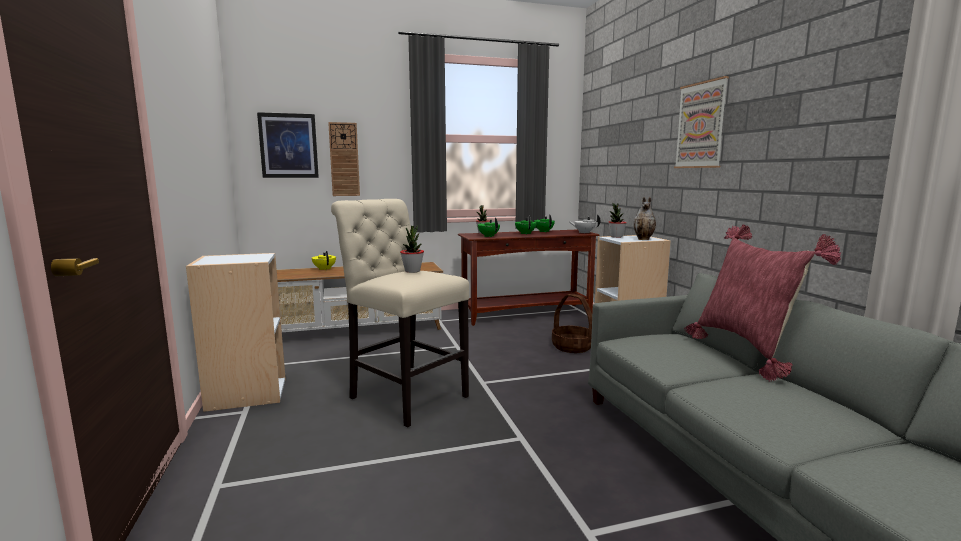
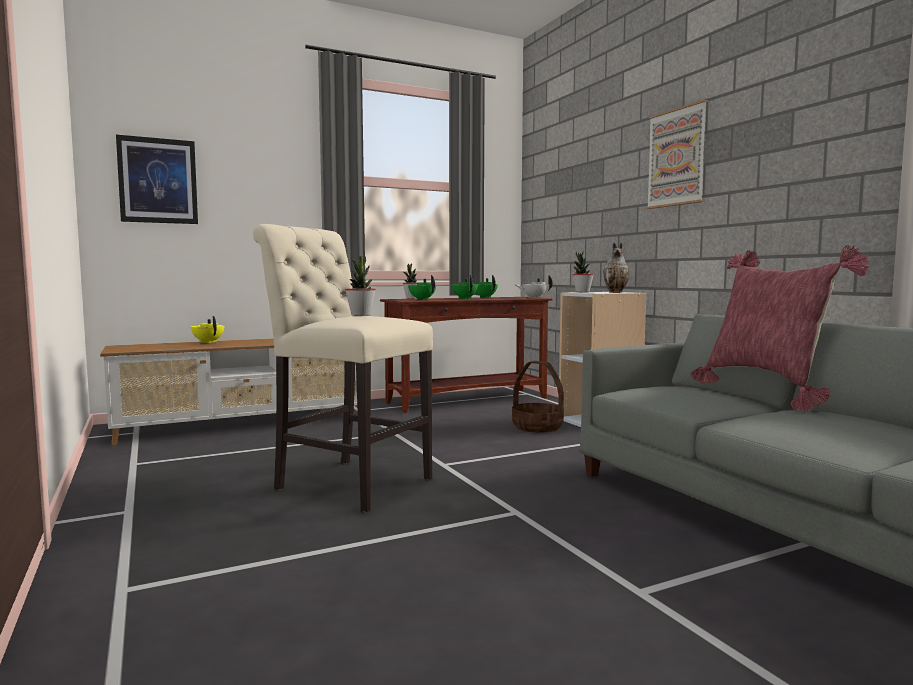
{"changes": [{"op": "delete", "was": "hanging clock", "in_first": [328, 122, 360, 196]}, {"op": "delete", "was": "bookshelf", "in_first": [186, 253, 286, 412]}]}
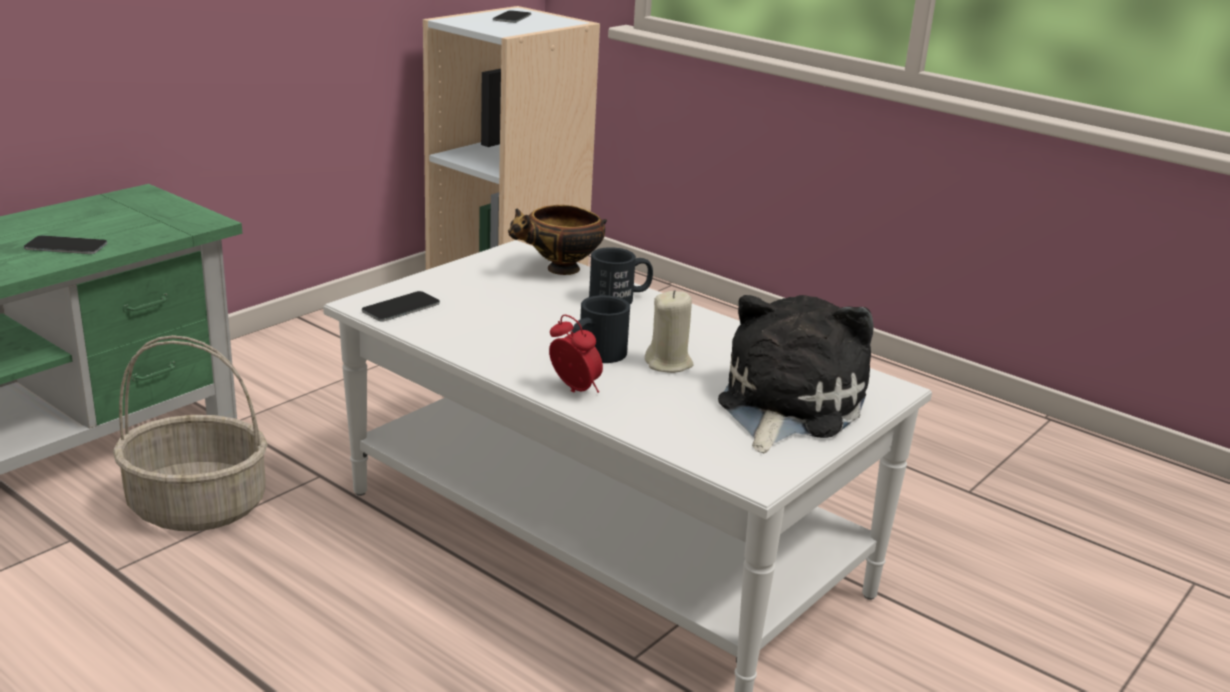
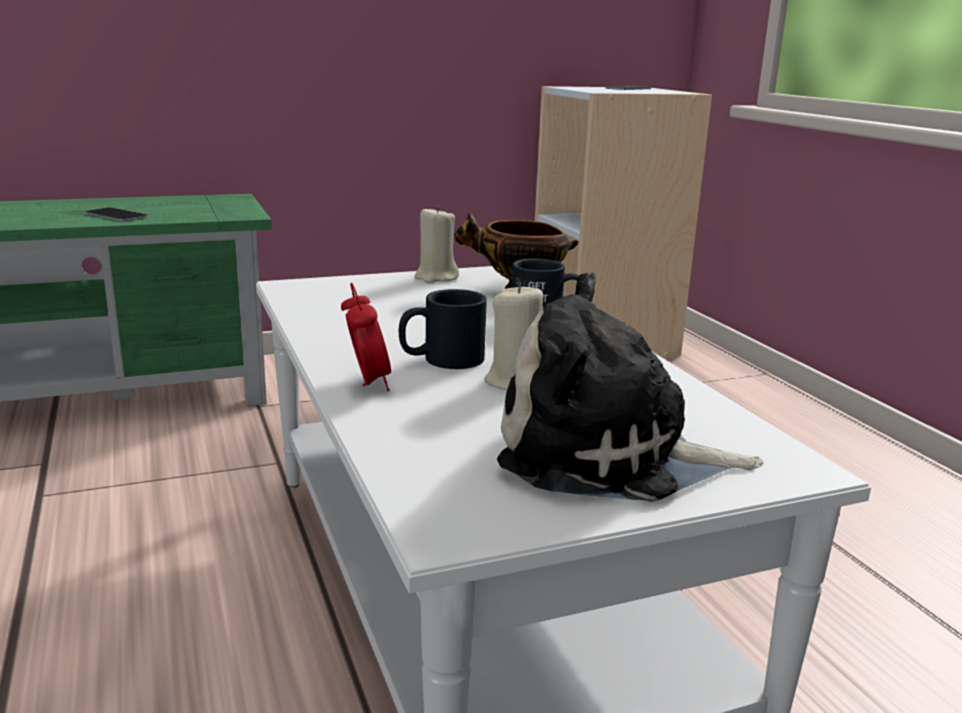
{"changes": [{"op": "delete", "was": "telephone", "in_first": [362, 291, 440, 322]}, {"op": "rotate", "was": "plush toy", "in_first": [718, 295, 874, 453], "in_second": [497, 272, 764, 502], "clockwise": -135}, {"op": "delete", "was": "basket", "in_first": [113, 335, 268, 531]}, {"op": "insert", "now": "sand-coloured wax light", "in_second": [415, 206, 459, 283]}]}
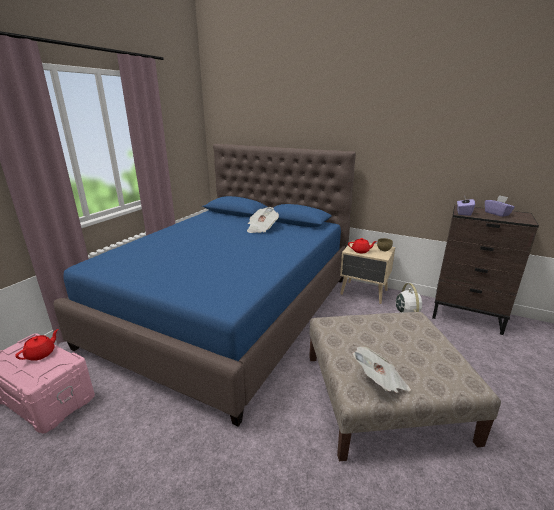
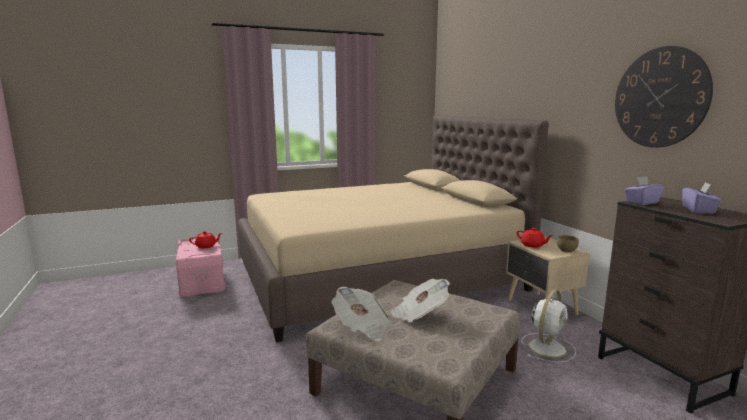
{"changes": [{"op": "recolor", "was": "bluish bed", "now": "sand-coloured bed", "in_first": [53, 144, 356, 427], "in_second": [238, 115, 549, 342]}, {"op": "move", "was": "daily paper", "in_first": [247, 207, 279, 233], "in_second": [390, 279, 450, 323]}, {"op": "insert", "now": "hanging clock", "in_second": [615, 46, 713, 148]}]}
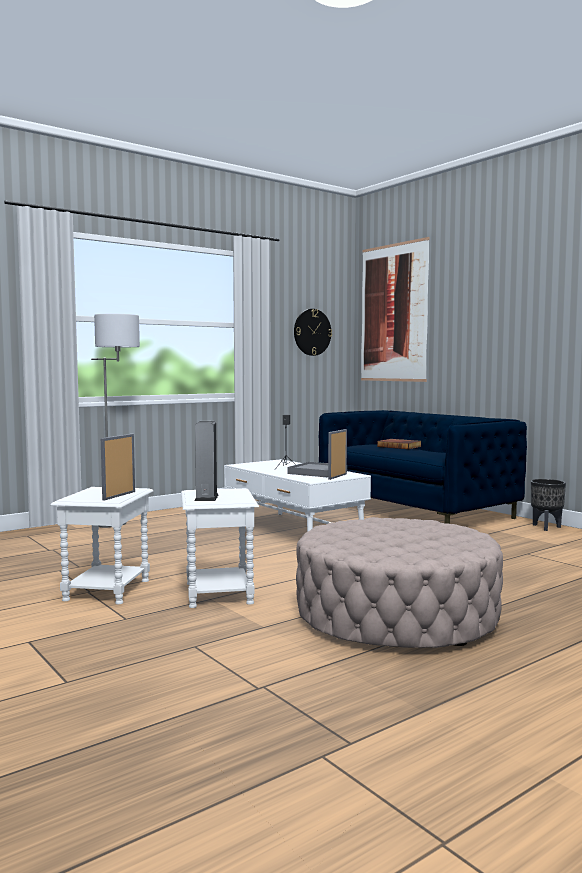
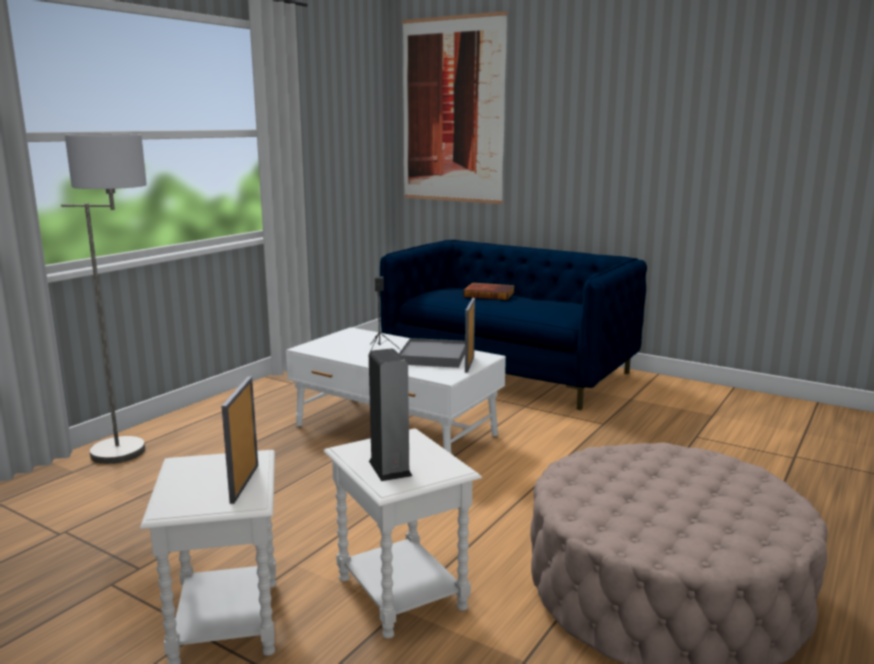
{"changes": [{"op": "delete", "was": "hanging clock", "in_first": [294, 309, 332, 356]}, {"op": "delete", "was": "blackish plant pot", "in_first": [531, 479, 566, 531]}]}
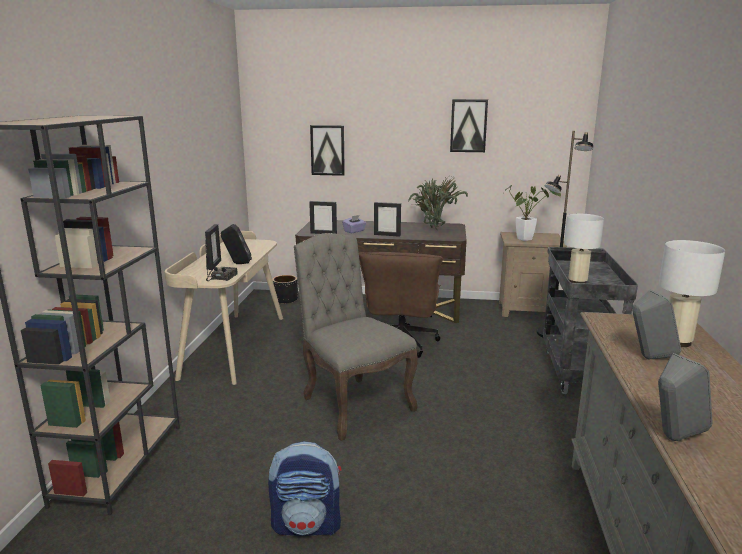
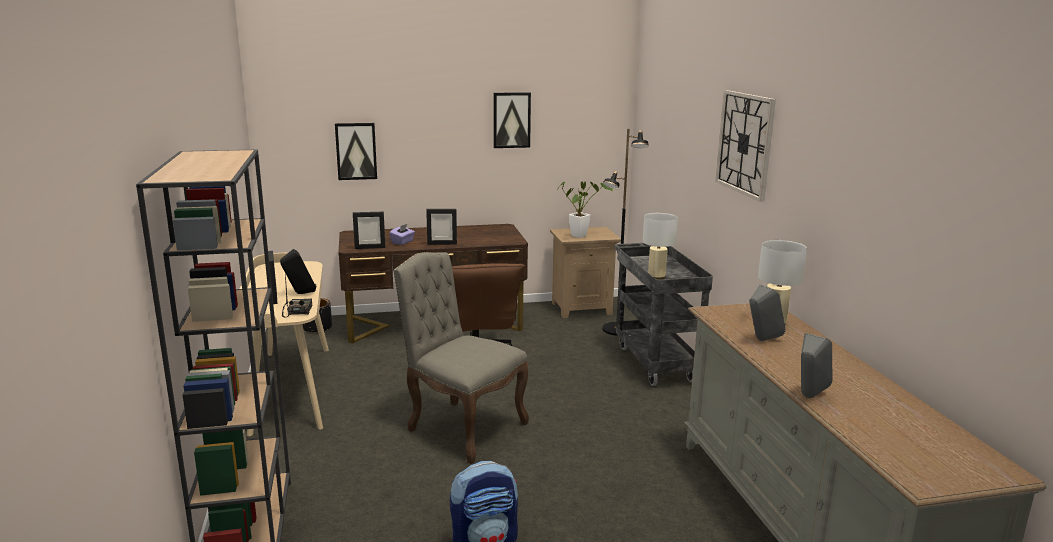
{"changes": [{"op": "delete", "was": "potted plant", "in_first": [408, 177, 468, 230]}, {"op": "insert", "now": "hanging clock", "in_second": [715, 90, 776, 202]}]}
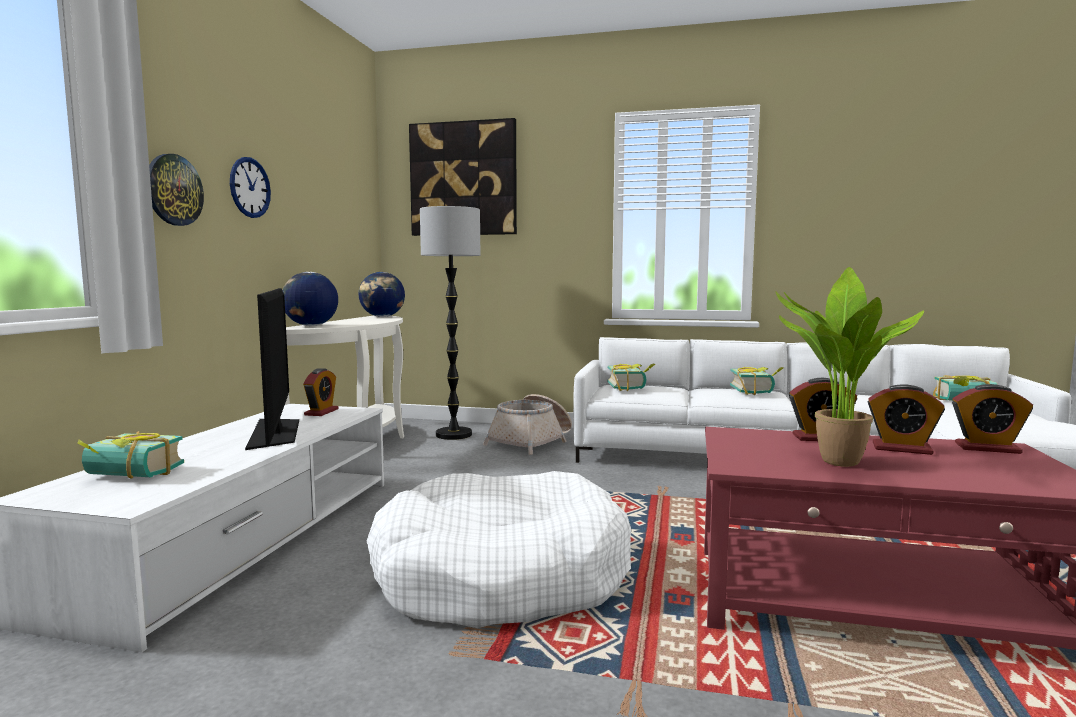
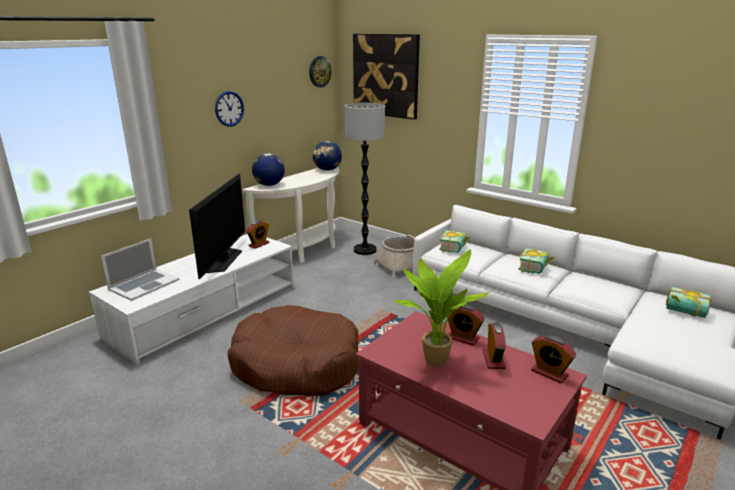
{"changes": [{"op": "move", "was": "hanging clock", "in_first": [149, 154, 204, 226], "in_second": [309, 56, 331, 88]}, {"op": "rotate", "was": "bedside clock", "in_first": [868, 384, 945, 455], "in_second": [483, 323, 506, 369], "clockwise": -135}, {"op": "replace", "was": "volume", "now": "laptop", "in_first": [78, 431, 184, 479], "in_second": [101, 238, 180, 301]}, {"op": "recolor", "was": "whitish dog bed", "now": "brownish dog bed", "in_first": [367, 471, 631, 628], "in_second": [227, 305, 359, 396]}]}
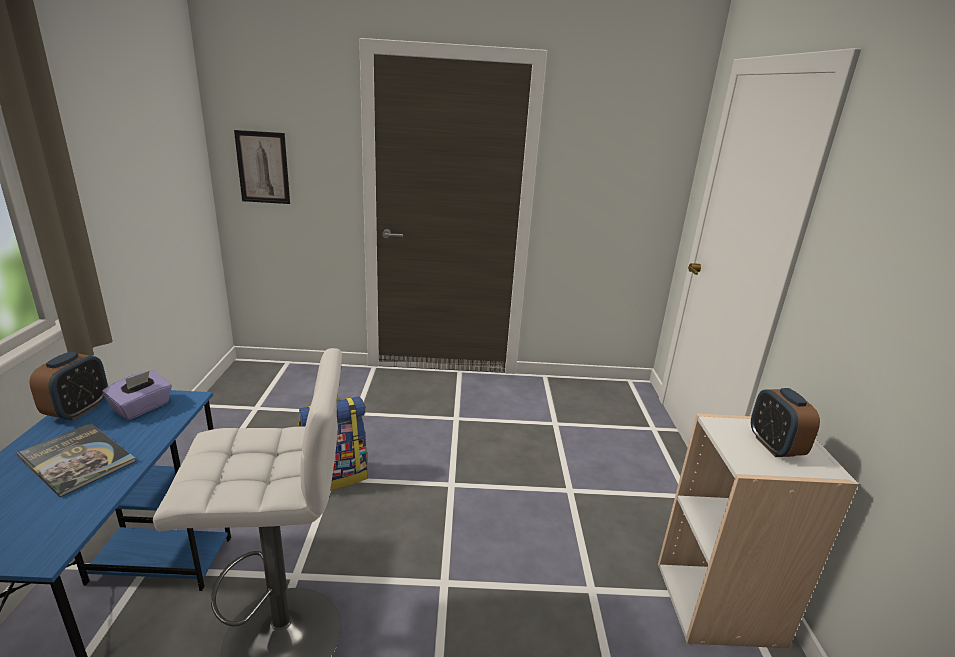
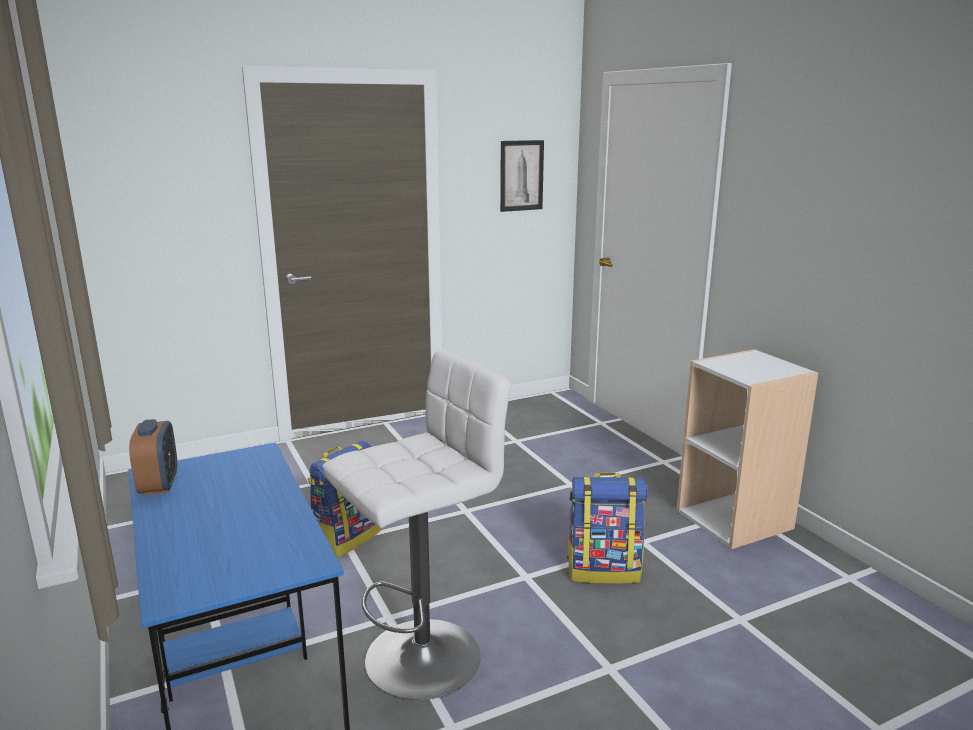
{"changes": [{"op": "move", "was": "wall art", "in_first": [234, 130, 290, 204], "in_second": [500, 140, 544, 212]}, {"op": "delete", "was": "purplish tissue holder", "in_first": [102, 370, 172, 420]}, {"op": "delete", "was": "bedside clock", "in_first": [751, 388, 820, 457]}, {"op": "delete", "was": "volume", "in_first": [16, 423, 136, 497]}, {"op": "insert", "now": "knapsack", "in_second": [567, 472, 648, 584]}]}
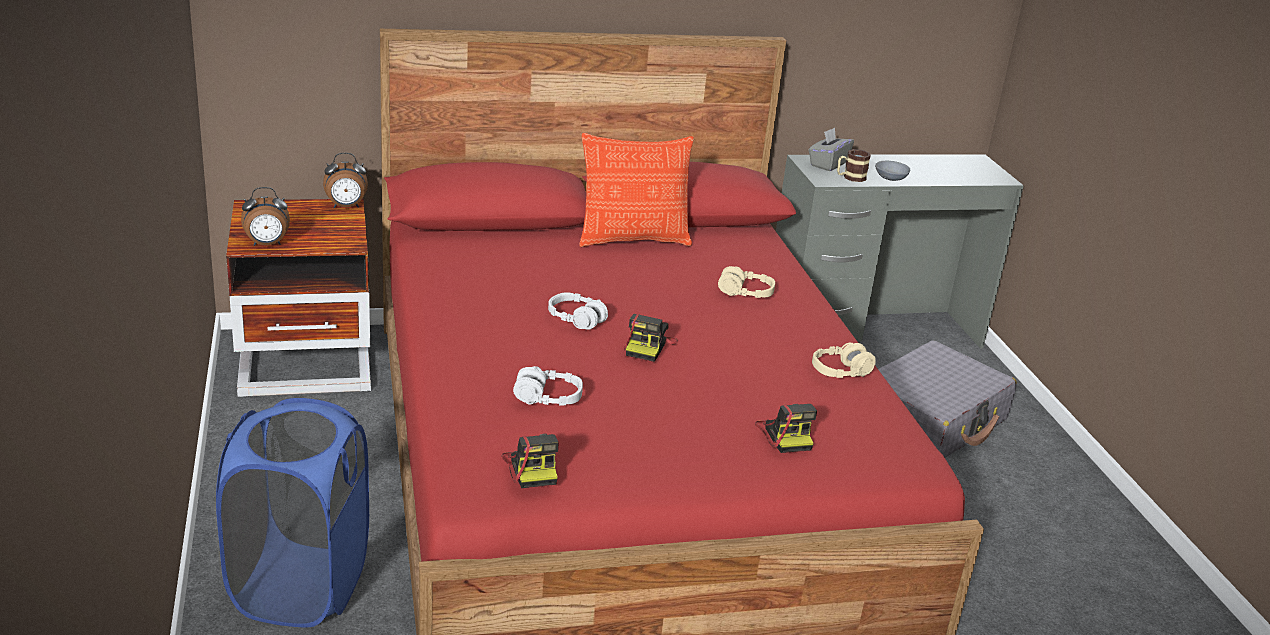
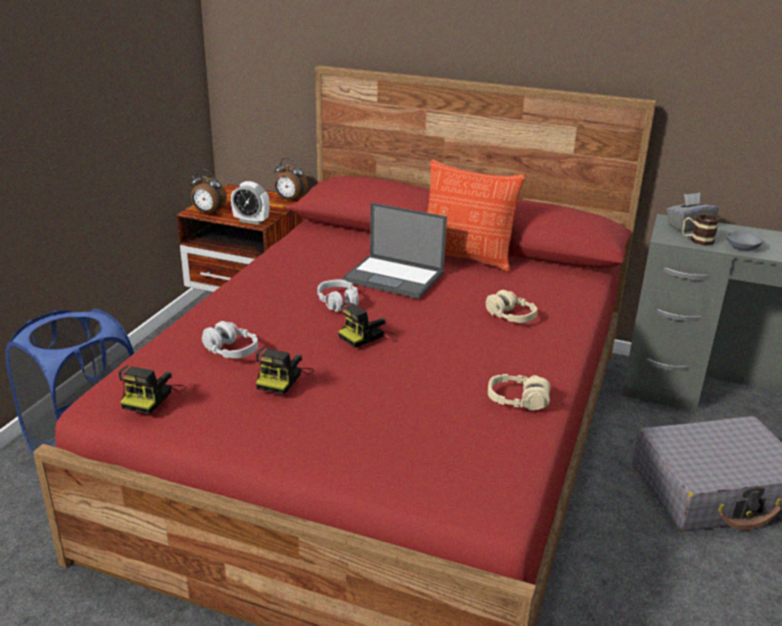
{"changes": [{"op": "move", "was": "photo camera", "in_first": [755, 404, 817, 453], "in_second": [256, 348, 314, 395]}, {"op": "insert", "now": "bedside clock", "in_second": [231, 181, 270, 225]}, {"op": "insert", "now": "laptop", "in_second": [342, 202, 447, 299]}]}
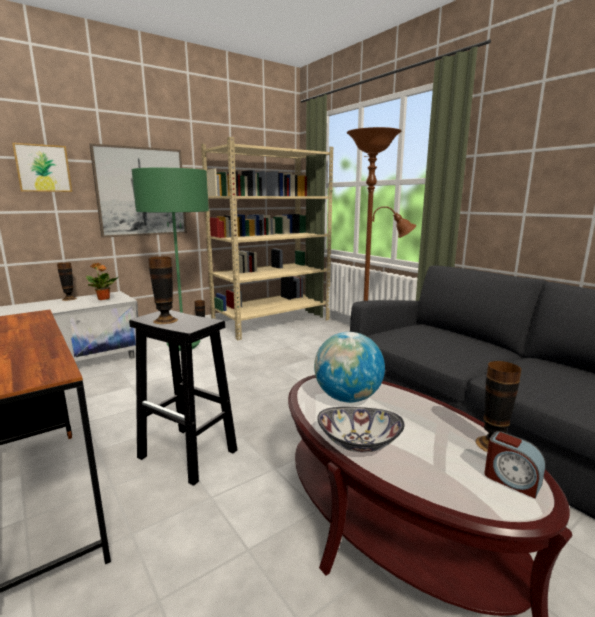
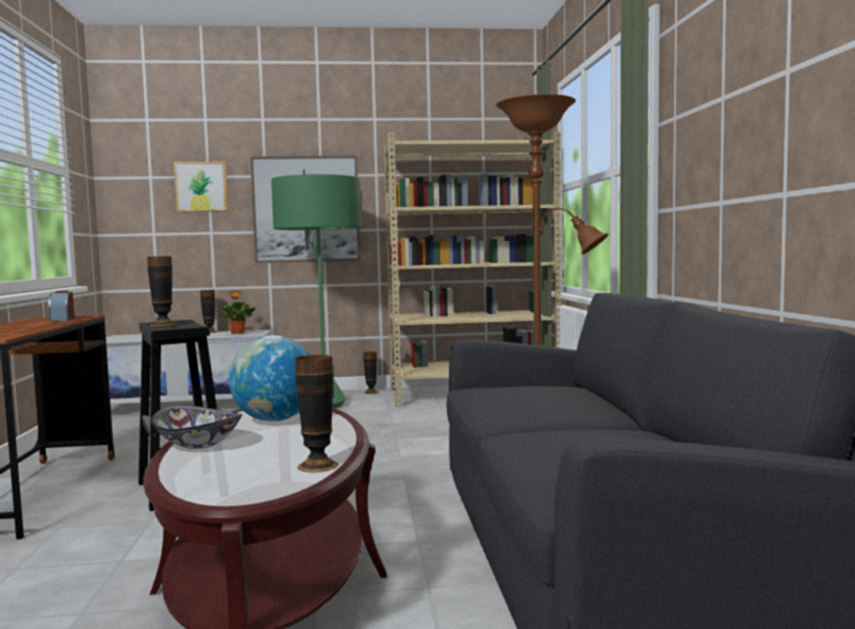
{"changes": [{"op": "move", "was": "bedside clock", "in_first": [484, 431, 546, 498], "in_second": [48, 291, 74, 322]}]}
